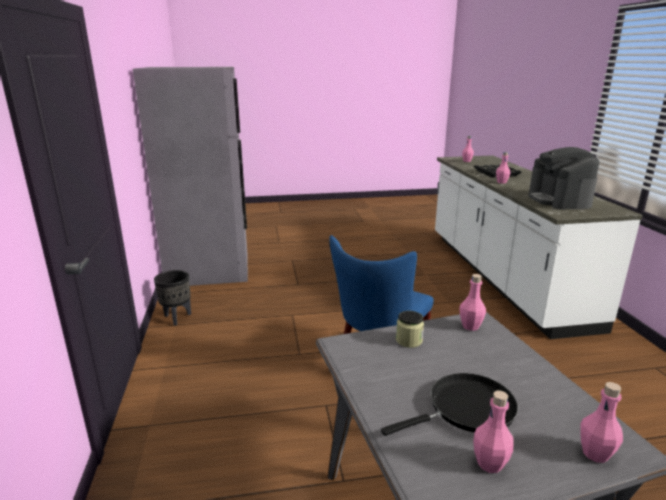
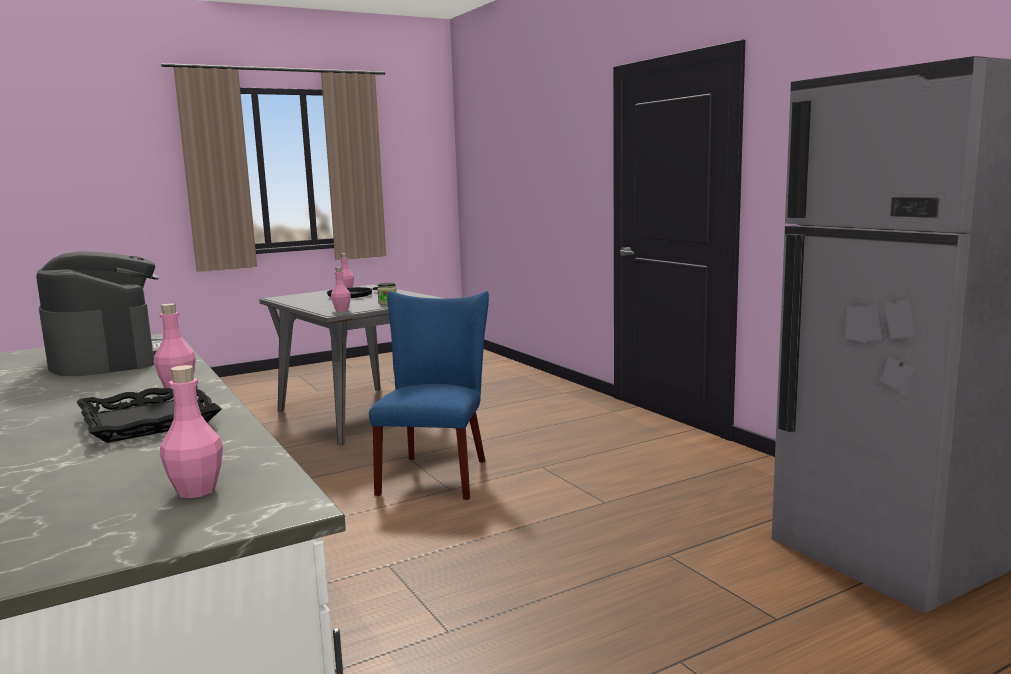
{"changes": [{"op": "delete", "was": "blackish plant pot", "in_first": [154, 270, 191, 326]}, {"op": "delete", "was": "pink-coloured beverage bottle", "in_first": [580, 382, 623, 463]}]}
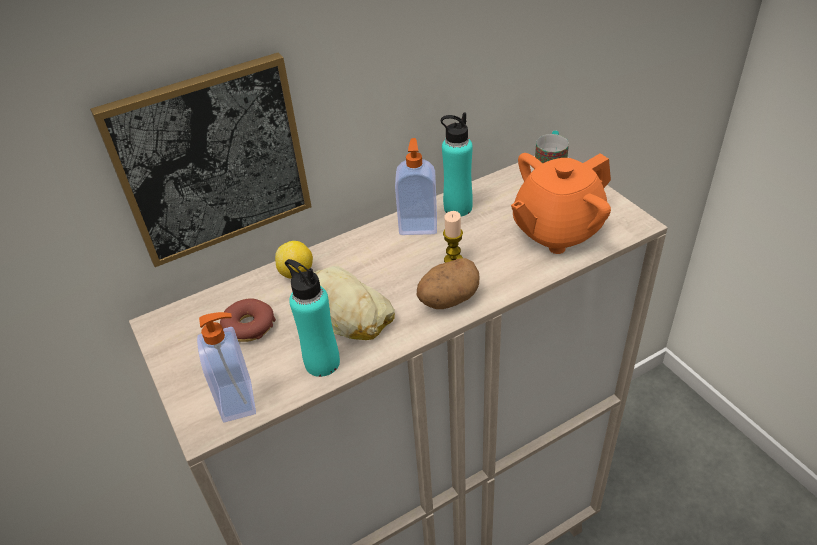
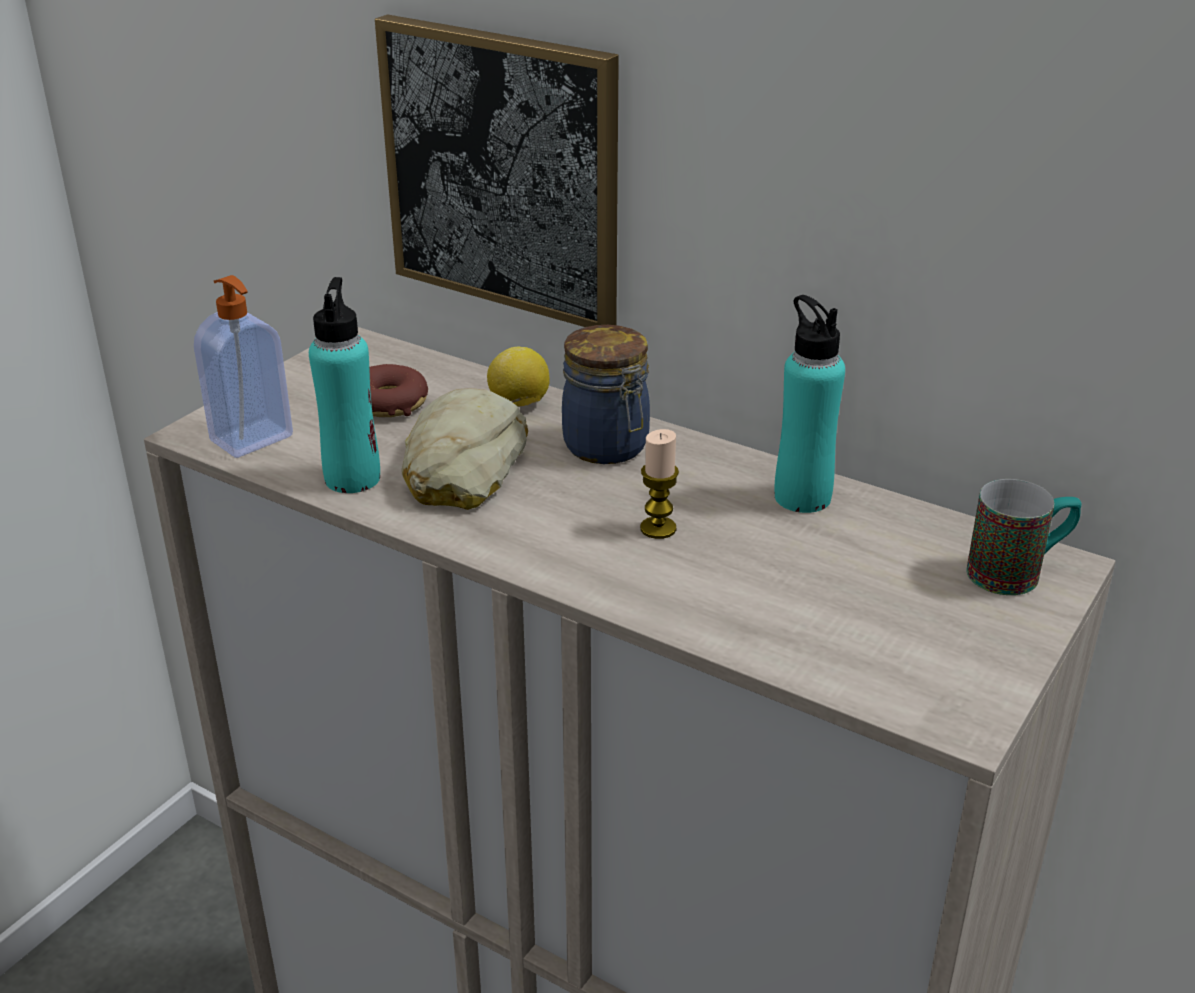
{"changes": [{"op": "delete", "was": "liquid soap bottle", "in_first": [395, 138, 437, 235]}, {"op": "delete", "was": "orange tea pot", "in_first": [511, 153, 611, 254]}, {"op": "delete", "was": "potato", "in_first": [417, 258, 480, 309]}, {"op": "insert", "now": "preserve jar", "in_second": [562, 325, 650, 464]}]}
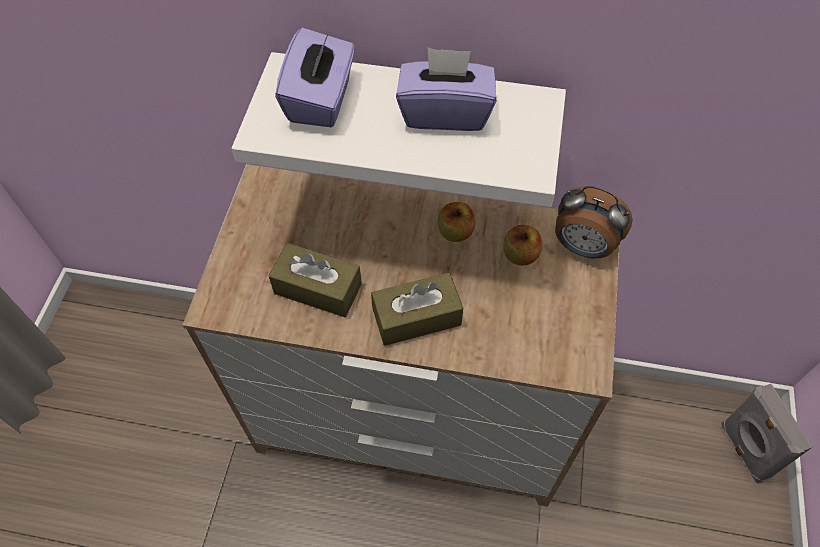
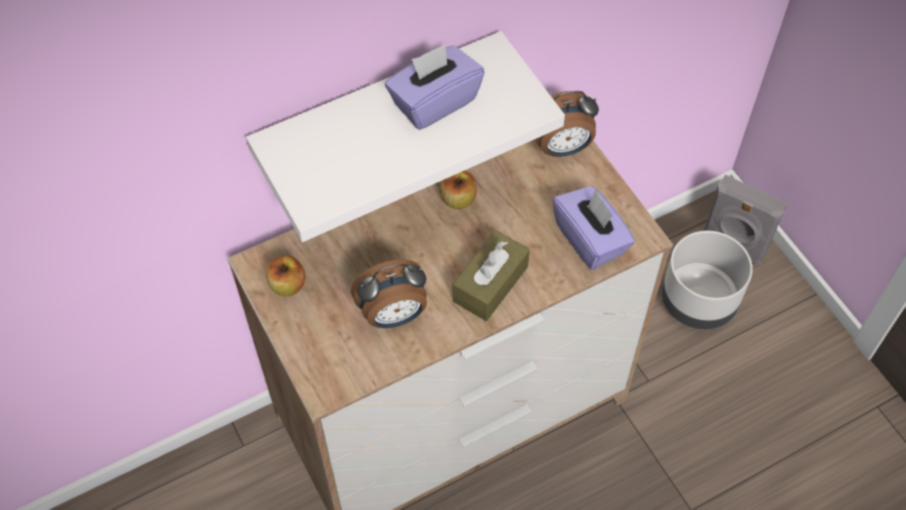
{"changes": [{"op": "move", "was": "purplish tissue holder", "in_first": [275, 28, 355, 127], "in_second": [552, 186, 635, 270]}, {"op": "move", "was": "apple fruit", "in_first": [503, 225, 542, 266], "in_second": [266, 255, 306, 296]}, {"op": "replace", "was": "brownish tissue holder", "now": "bedside clock", "in_first": [268, 243, 362, 317], "in_second": [351, 259, 427, 328]}, {"op": "insert", "now": "greyish plant pot", "in_second": [662, 231, 753, 329]}]}
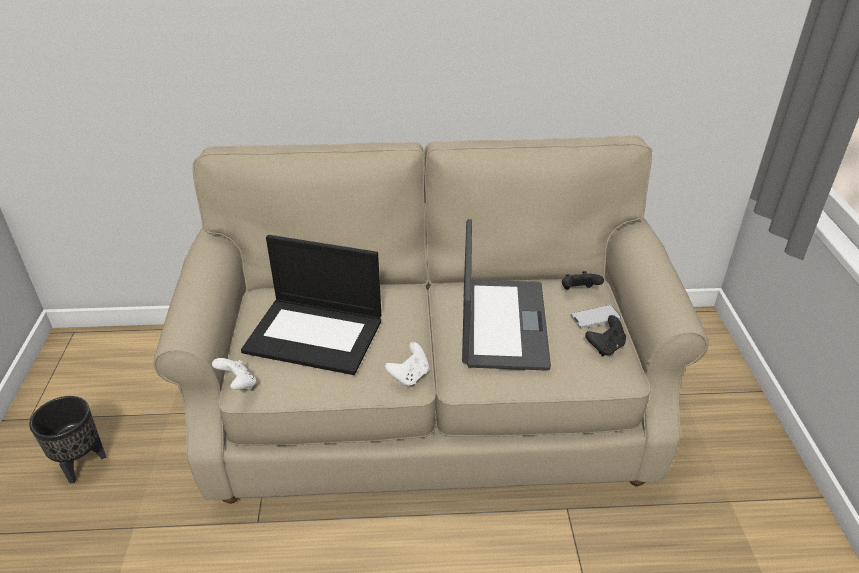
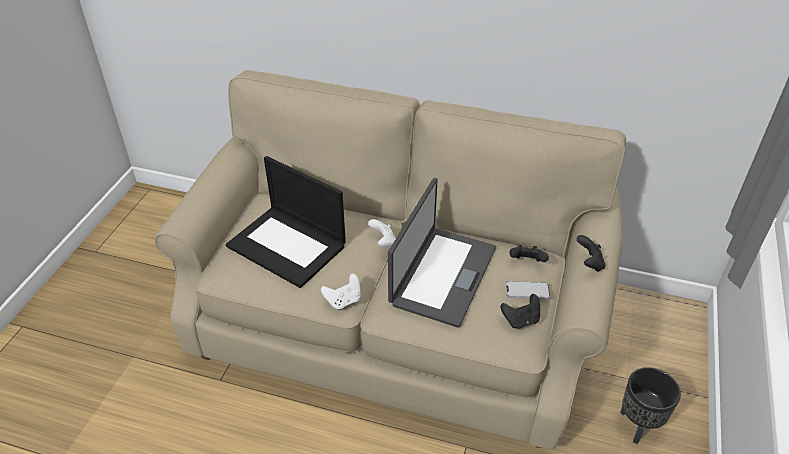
{"changes": [{"op": "move", "was": "whitish game controller", "in_first": [212, 358, 256, 390], "in_second": [368, 219, 396, 248]}, {"op": "move", "was": "blackish plant pot", "in_first": [29, 396, 106, 483], "in_second": [620, 367, 681, 444]}, {"op": "insert", "now": "blackish game controller", "in_second": [577, 235, 606, 272]}]}
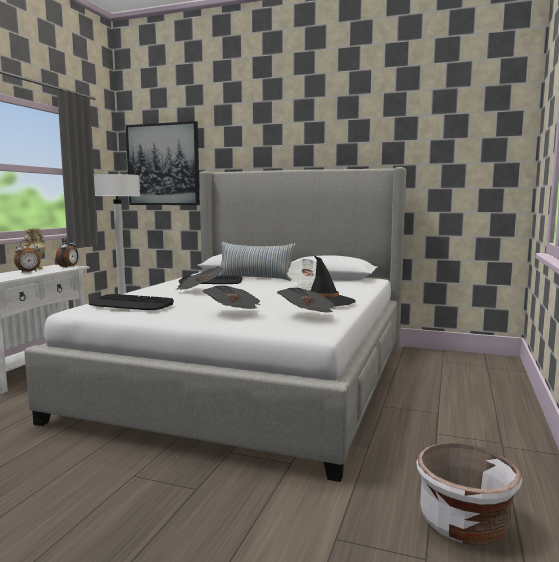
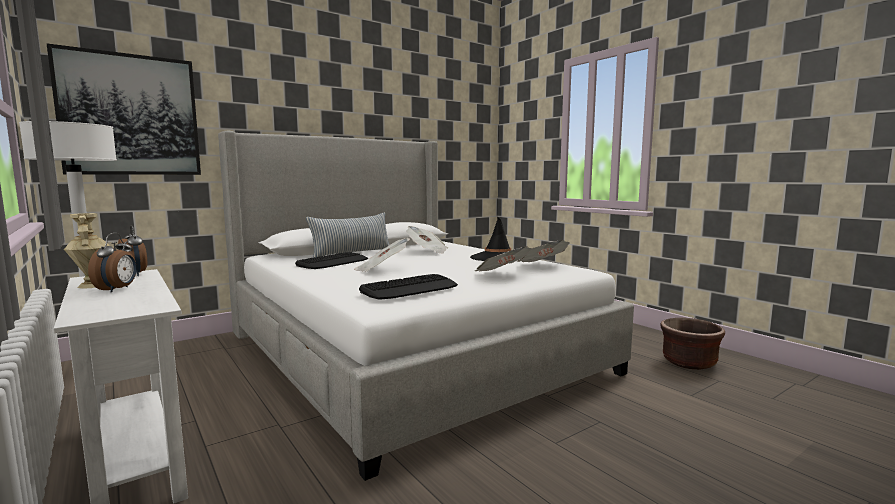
{"changes": [{"op": "recolor", "was": "whitish plant pot", "now": "brownish plant pot", "in_first": [416, 443, 523, 545], "in_second": [660, 318, 725, 370]}]}
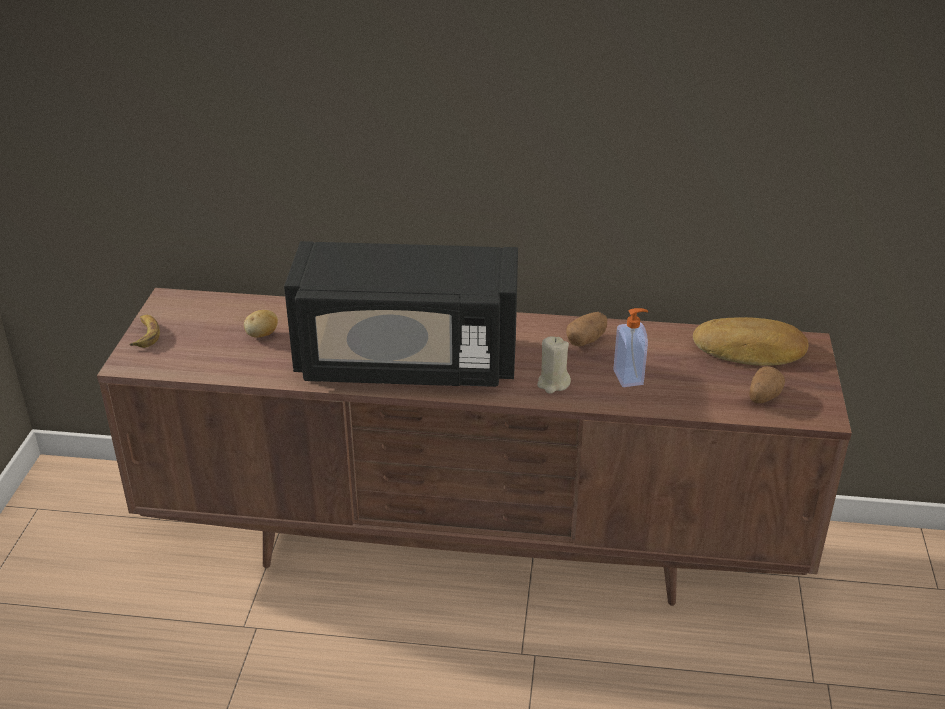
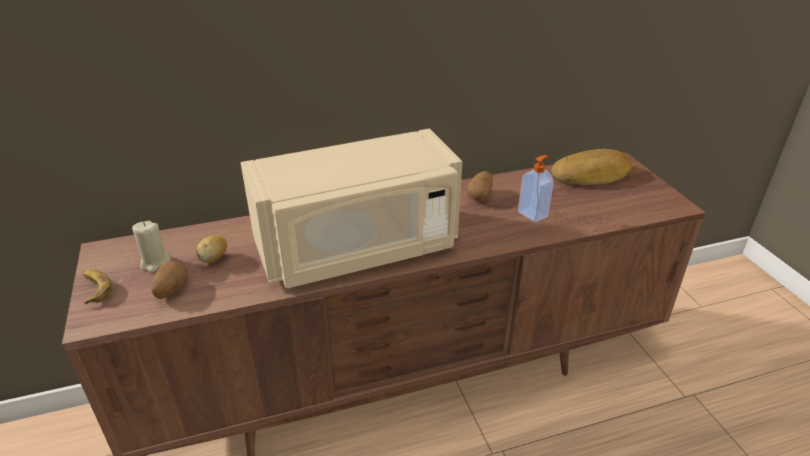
{"changes": [{"op": "recolor", "was": "blackish microwave oven", "now": "sand-coloured microwave oven", "in_first": [284, 241, 518, 387], "in_second": [241, 128, 462, 288]}, {"op": "move", "was": "sand-coloured wax light", "in_first": [537, 337, 571, 394], "in_second": [132, 221, 171, 272]}, {"op": "move", "was": "potato", "in_first": [749, 366, 785, 403], "in_second": [151, 261, 187, 299]}]}
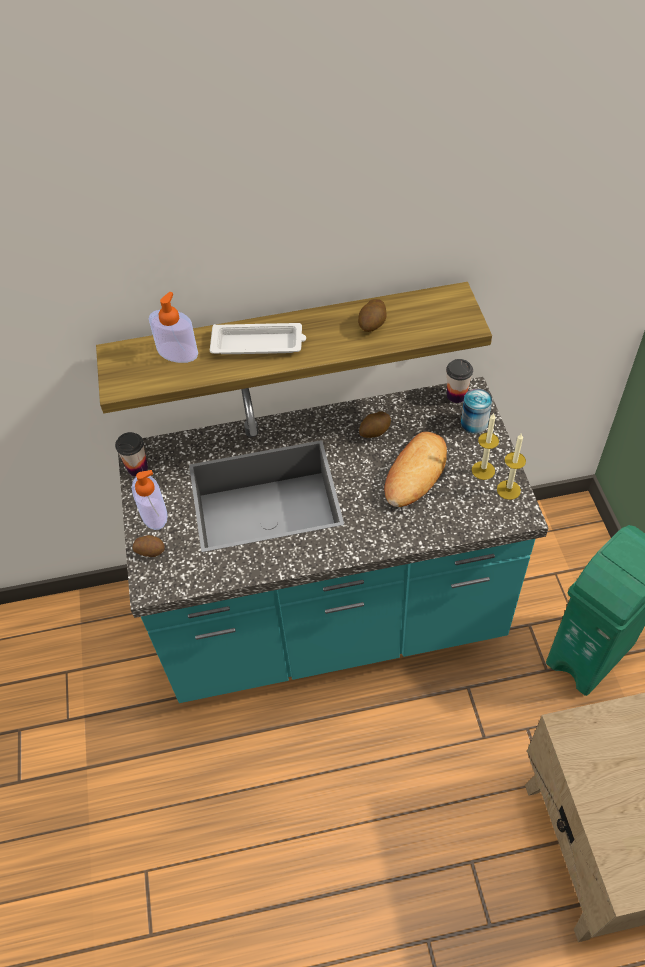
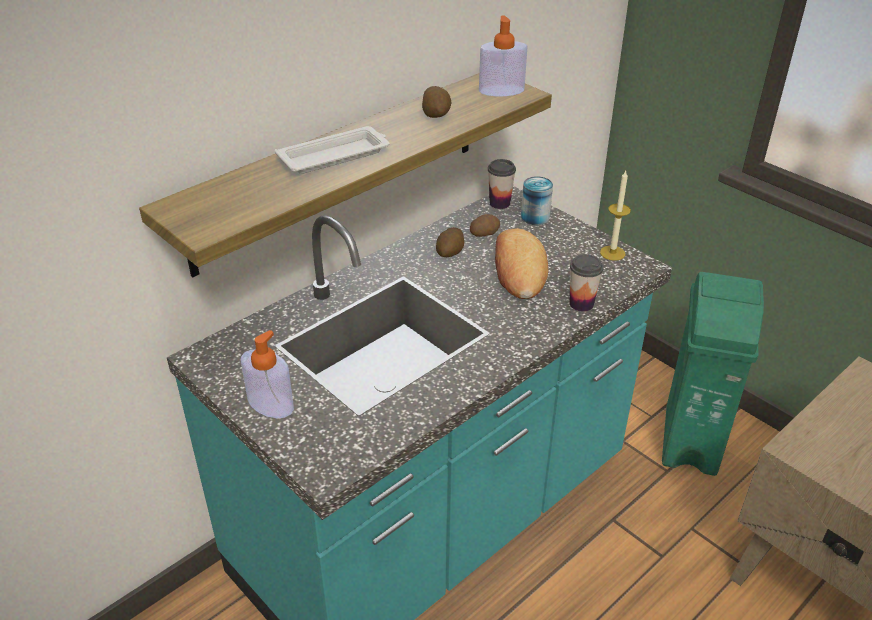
{"changes": [{"op": "move", "was": "liquid soap bottle", "in_first": [149, 292, 198, 363], "in_second": [479, 16, 528, 96]}, {"op": "delete", "was": "wax light", "in_first": [472, 413, 499, 480]}, {"op": "move", "was": "cup", "in_first": [115, 432, 148, 476], "in_second": [570, 254, 604, 311]}, {"op": "move", "was": "potato", "in_first": [132, 535, 165, 557], "in_second": [470, 214, 500, 237]}]}
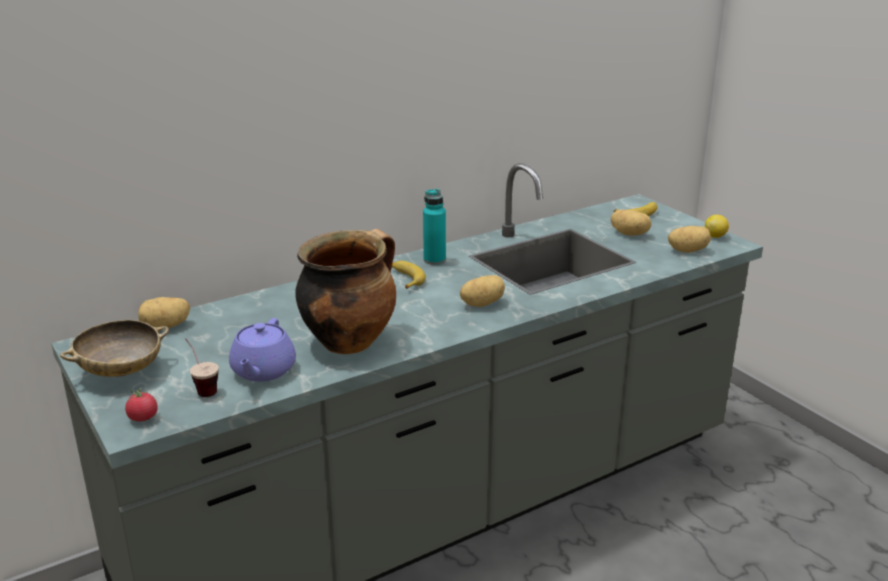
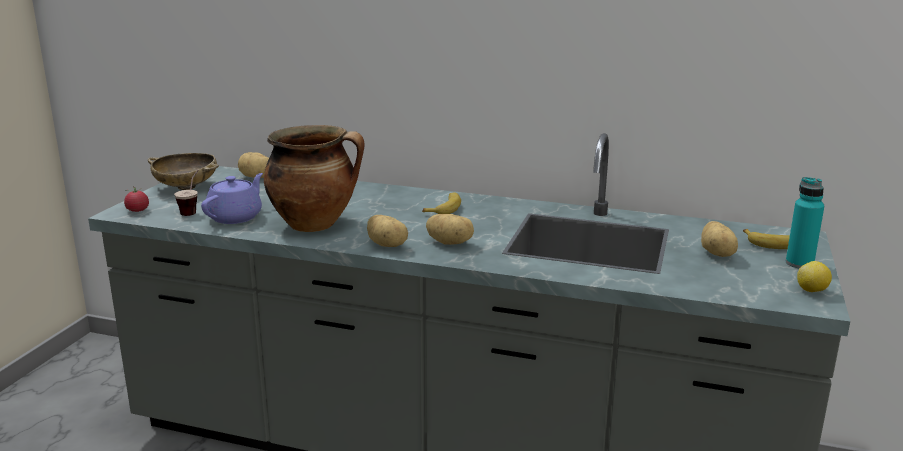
{"changes": [{"op": "move", "was": "turquoise beverage bottle", "in_first": [423, 189, 446, 265], "in_second": [786, 177, 824, 269]}, {"op": "move", "was": "potato", "in_first": [668, 226, 711, 253], "in_second": [367, 215, 408, 247]}, {"op": "rotate", "was": "purplish tea pot", "in_first": [229, 318, 296, 382], "in_second": [201, 173, 263, 224], "clockwise": 150}]}
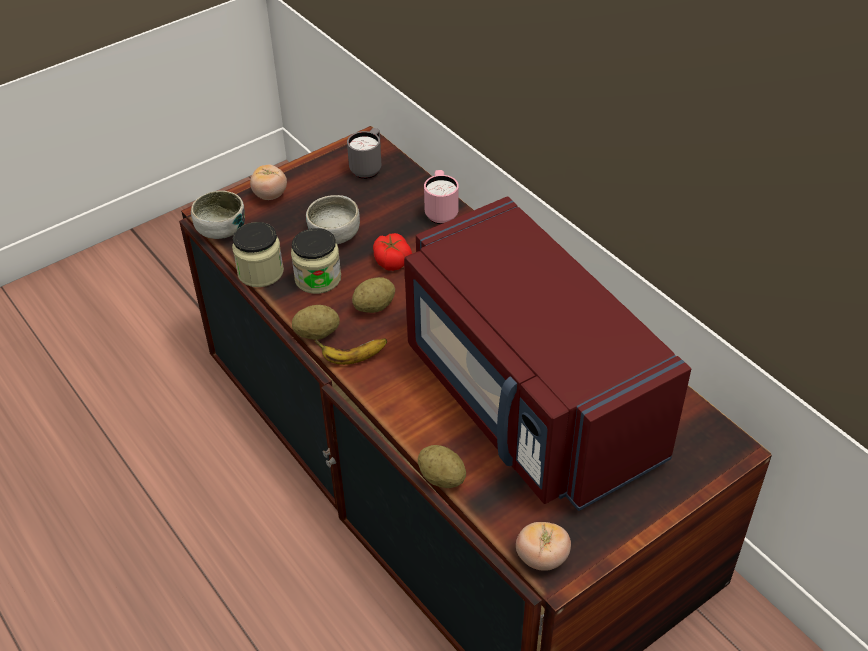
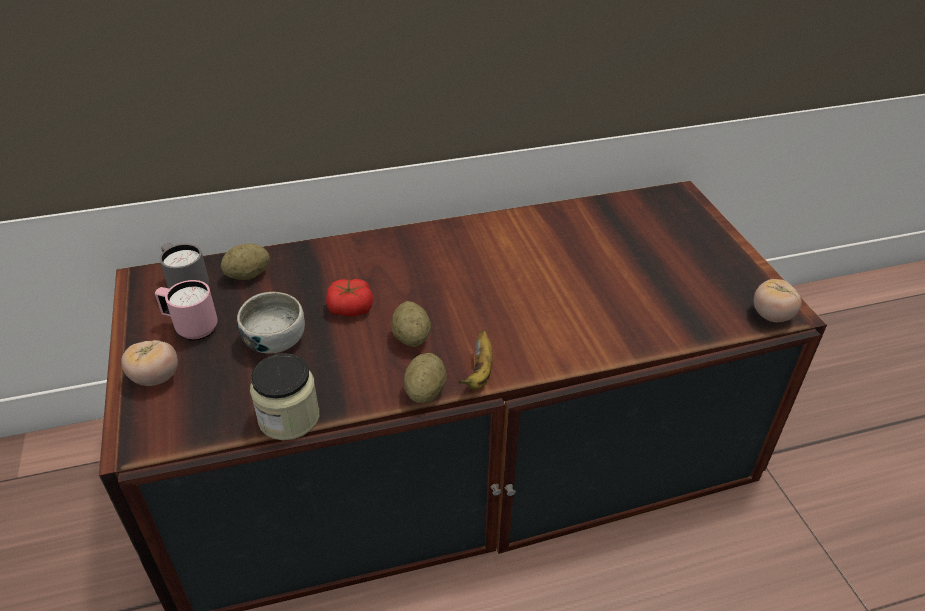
{"changes": [{"op": "move", "was": "pink-coloured mug", "in_first": [424, 170, 459, 224], "in_second": [155, 280, 218, 341]}, {"op": "delete", "was": "serving bowl", "in_first": [191, 191, 245, 239]}, {"op": "delete", "was": "red-coloured microwave oven", "in_first": [404, 196, 691, 511]}, {"op": "delete", "was": "preserve jar", "in_first": [291, 228, 341, 294]}, {"op": "move", "was": "potato", "in_first": [418, 445, 466, 488], "in_second": [221, 244, 270, 280]}]}
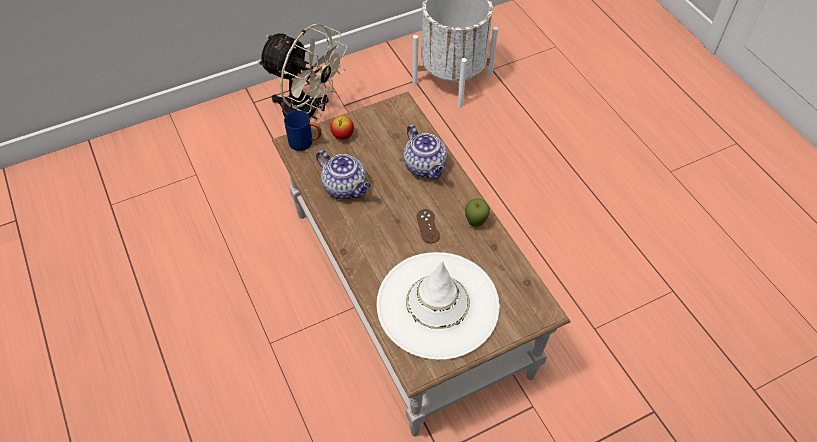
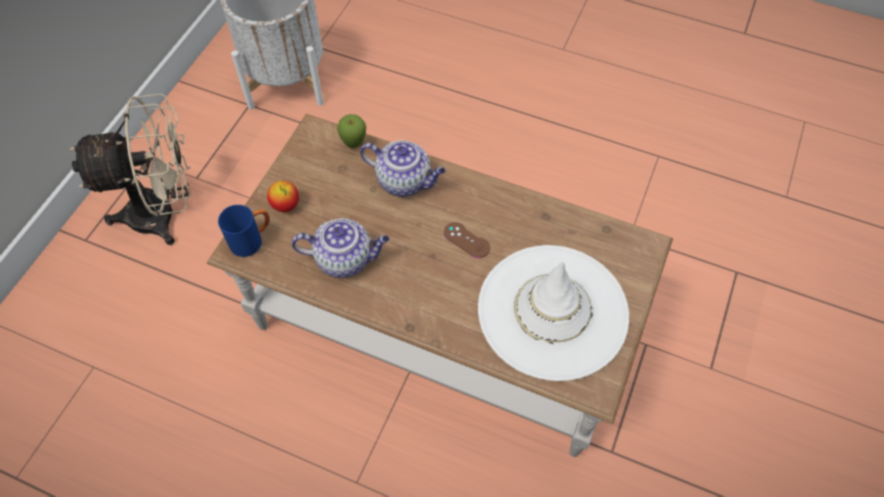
{"changes": [{"op": "move", "was": "apple fruit", "in_first": [465, 198, 490, 227], "in_second": [337, 114, 366, 148]}]}
